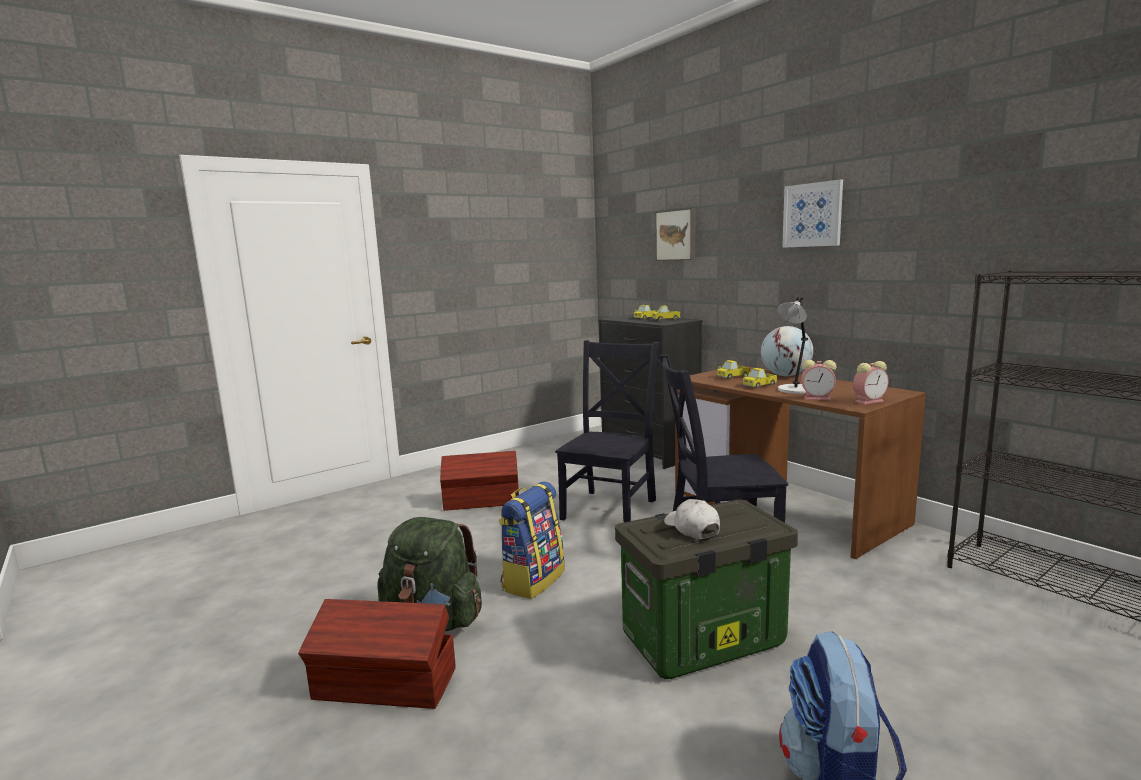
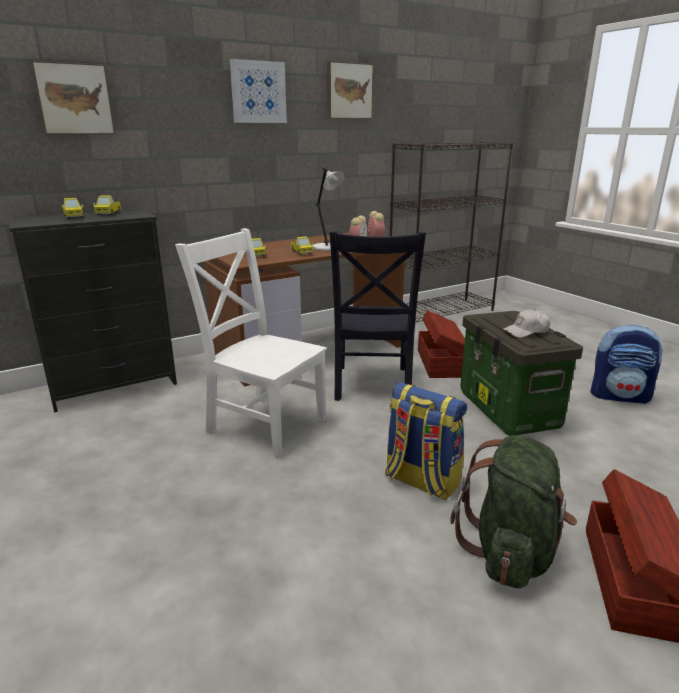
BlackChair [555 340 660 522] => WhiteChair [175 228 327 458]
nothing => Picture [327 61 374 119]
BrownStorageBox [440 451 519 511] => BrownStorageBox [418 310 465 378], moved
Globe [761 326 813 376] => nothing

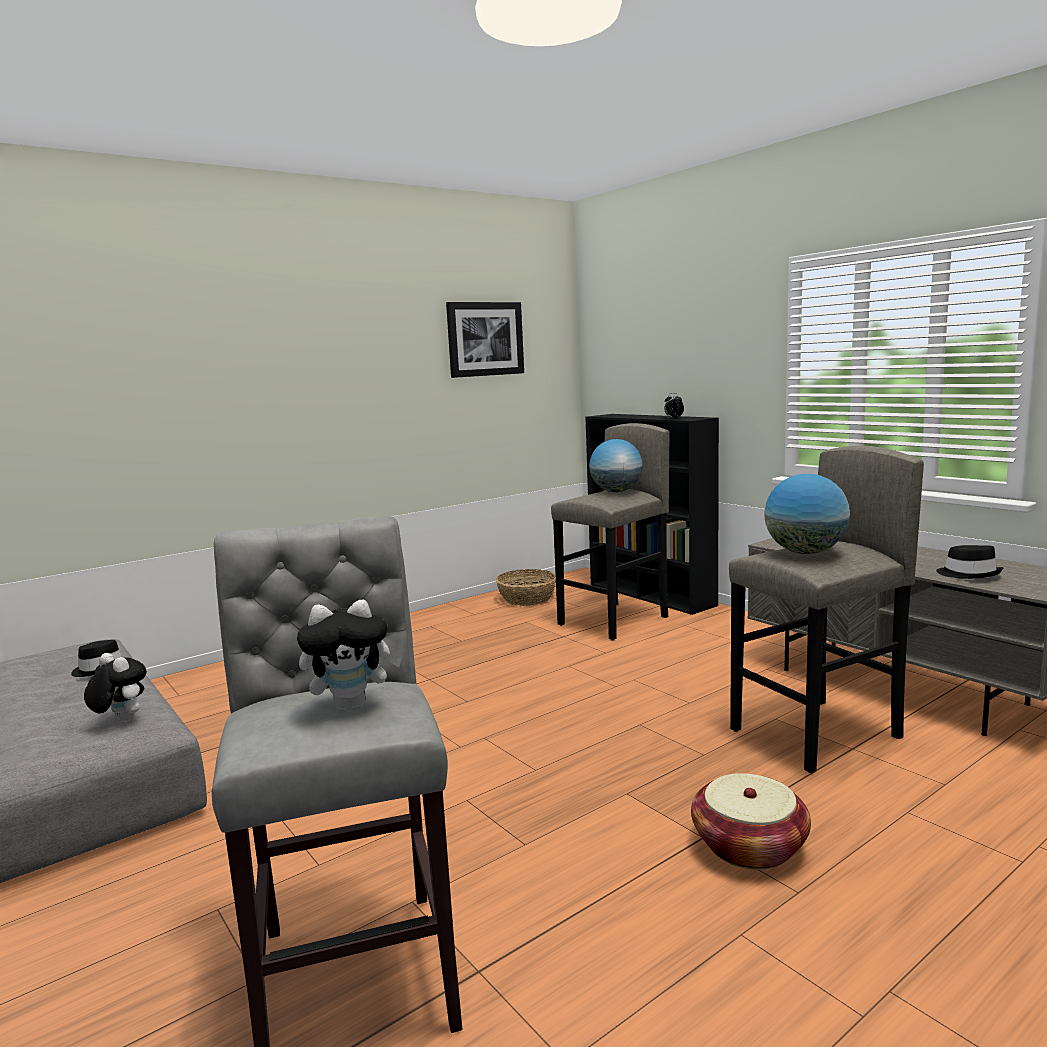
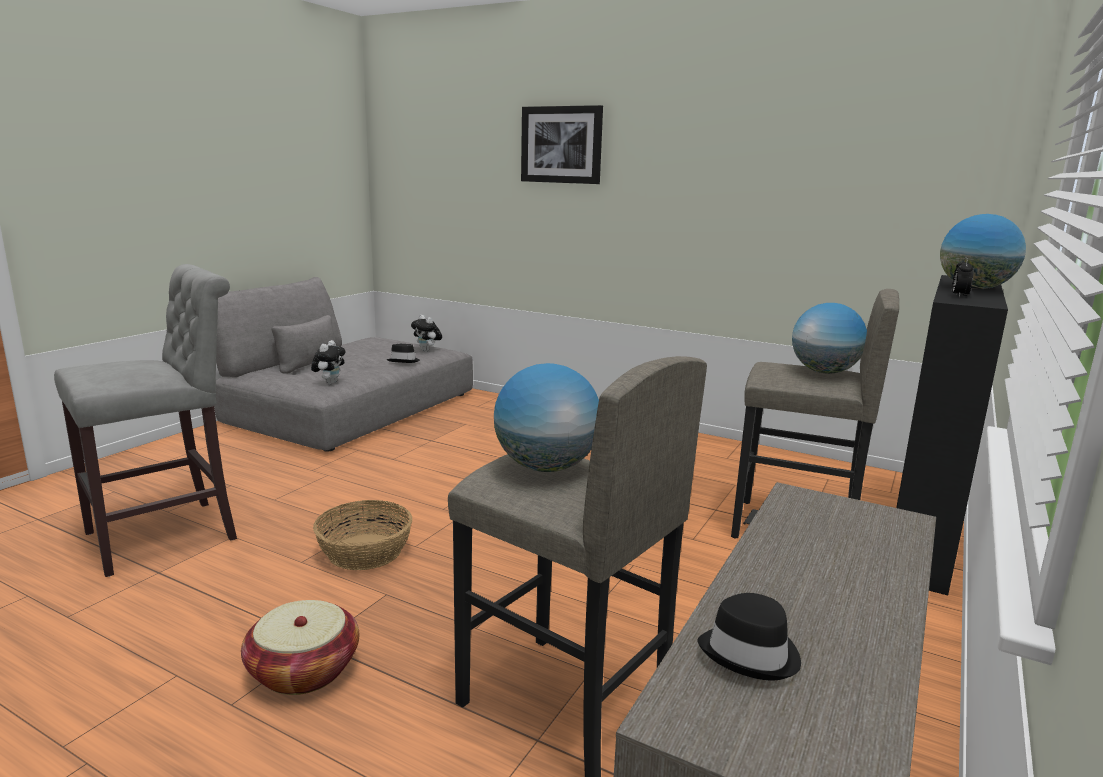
Basket [496 569 556 606] => Basket [313 500 413 570], moved
PlushToy [297 600 402 710] => PlushToy [411 315 442 352], moved
Picture [446 302 524 378] => Picture [521 105 603 184], moved
nothing => Globe [940 214 1026 289]

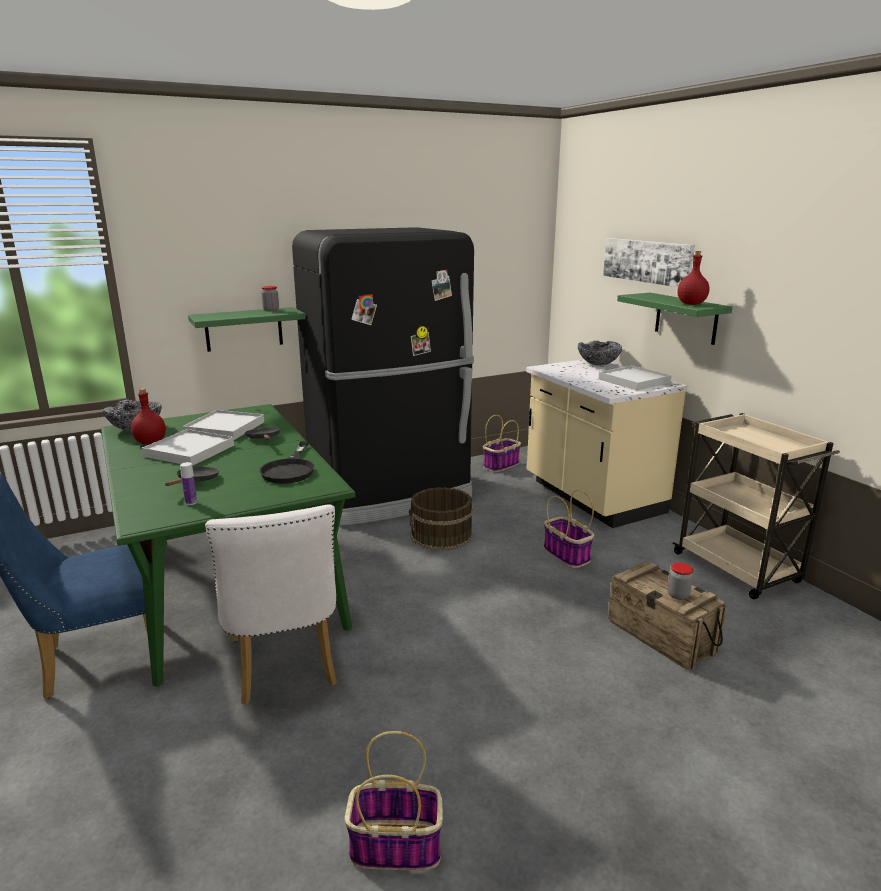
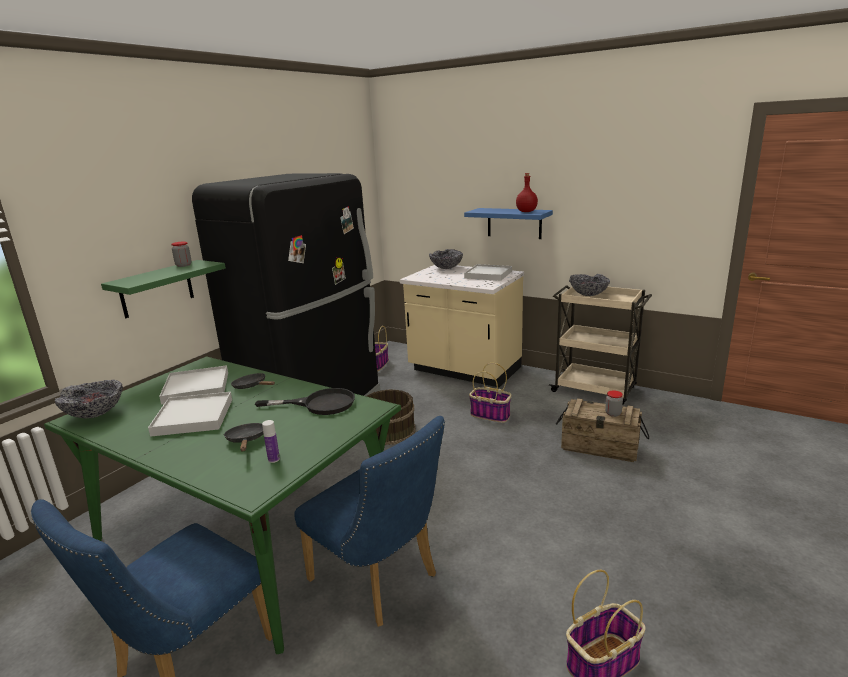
BlackFryingPan [259 441 315 484] => BlackFryingPan [255 388 355 415], 60 degrees counterclockwise
WhiteChair [205 504 337 704] => BlueChair [294 416 445 627]
GreenShelf [617 293 733 345] => BlueShelf [464 208 553 239]
nothing => Bowl [569 274 610 296]
RedBottle [131 388 166 445] => nothing
Picture [603 238 695 287] => nothing

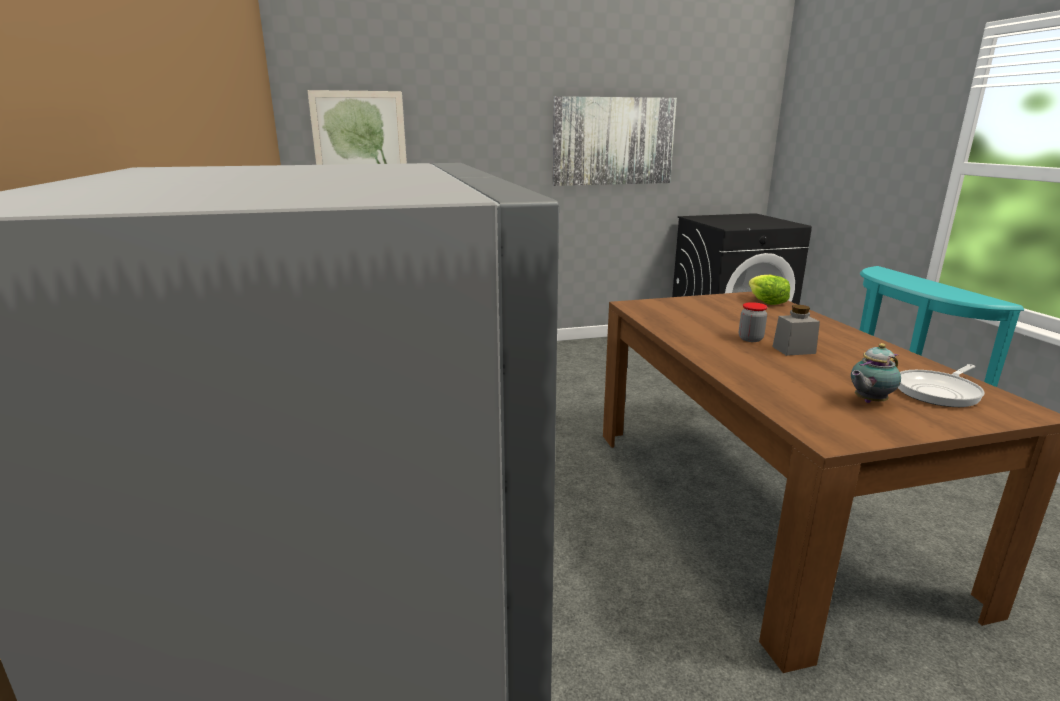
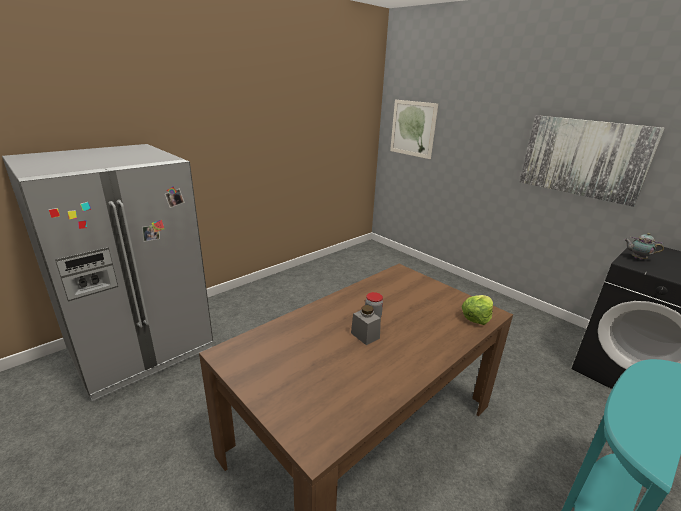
Teapot [851 343 901 403] => Teapot [624 233 664 260], moved
FryingPan [898 364 985 407] => nothing

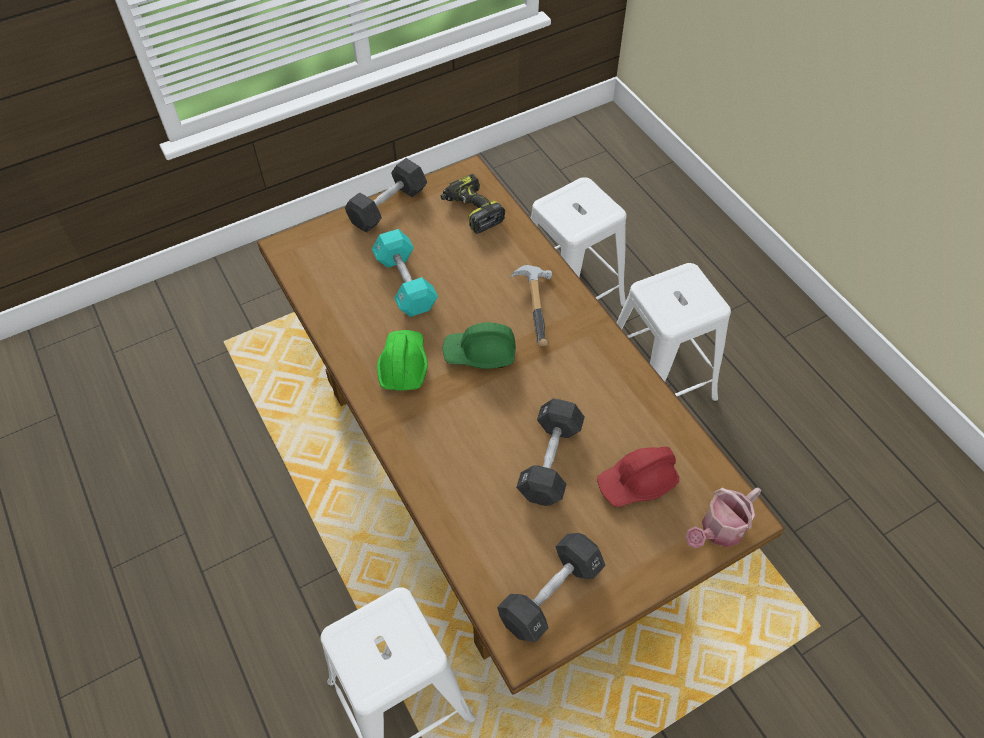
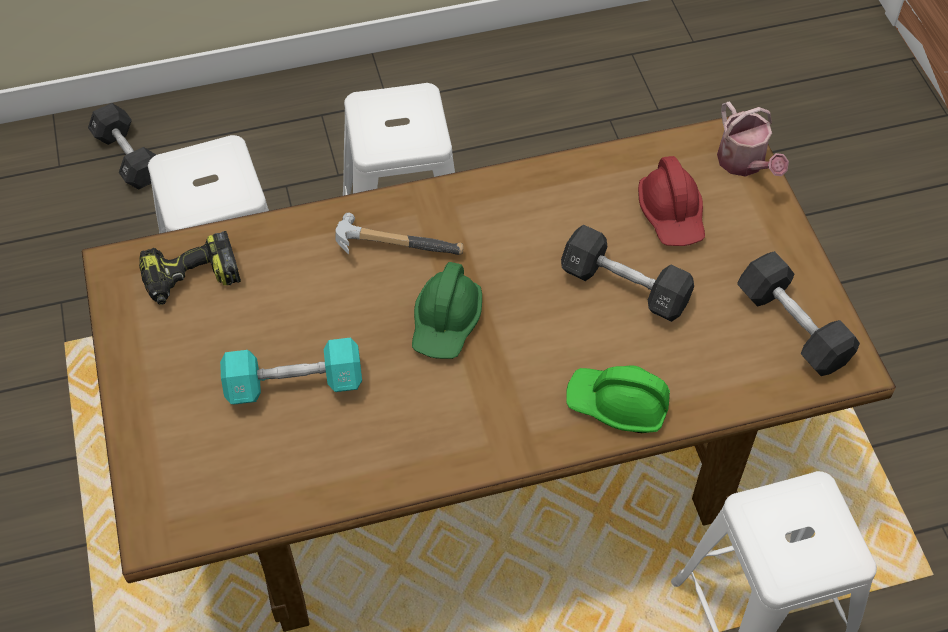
BlackDumbbell [345 158 427 233] => BlackDumbbell [88 103 156 189], moved
GreenHardHat [377 330 428 391] => GreenHardHat [566 365 670 433], moved

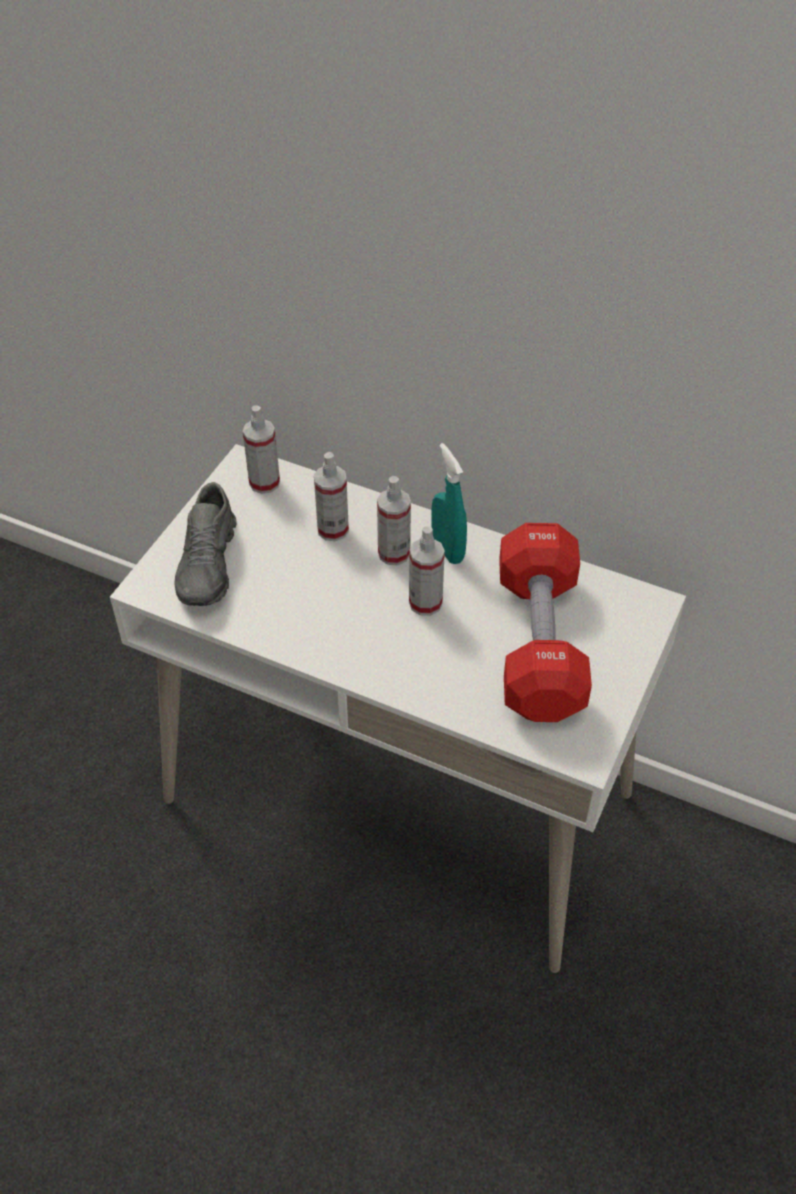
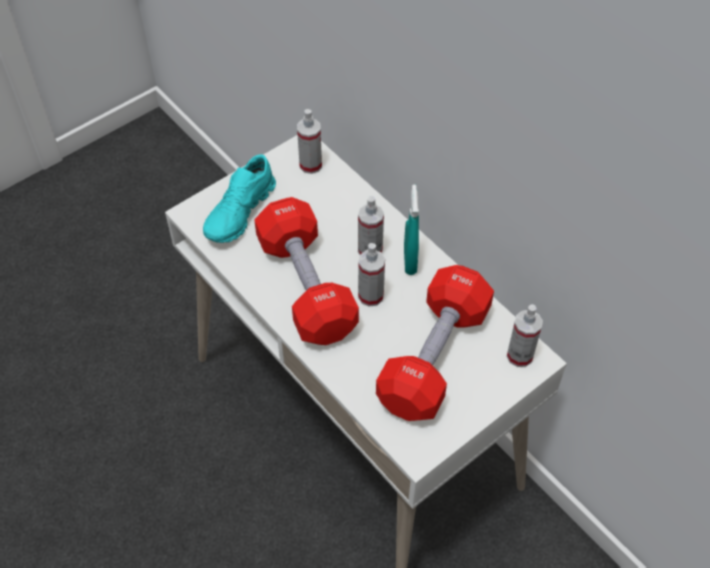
GreyShoe [174 482 237 606] => TurquoiseShoe [203 154 276 243]
nothing => RedDumbbell [254 197 359 345]
SprayBottle [314 452 349 541] => SprayBottle [507 304 543 367], moved

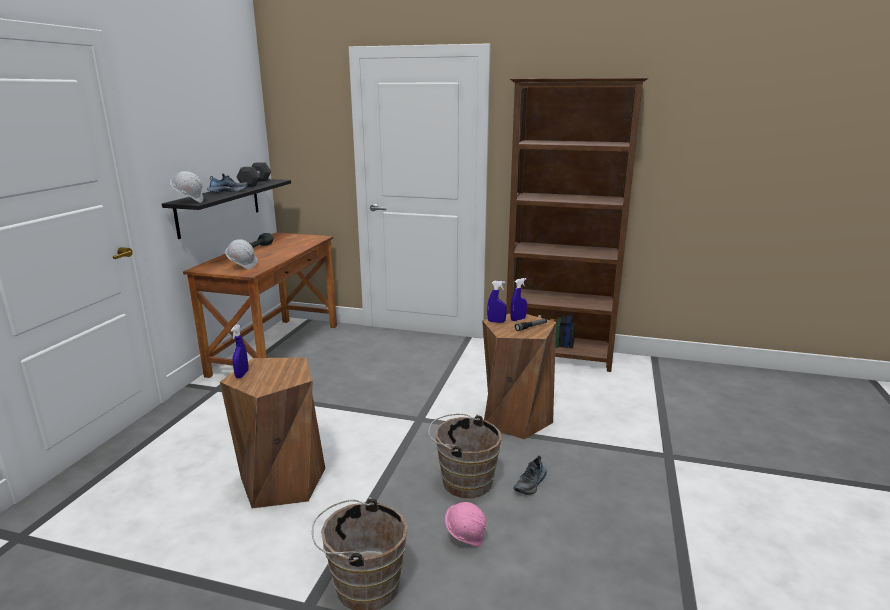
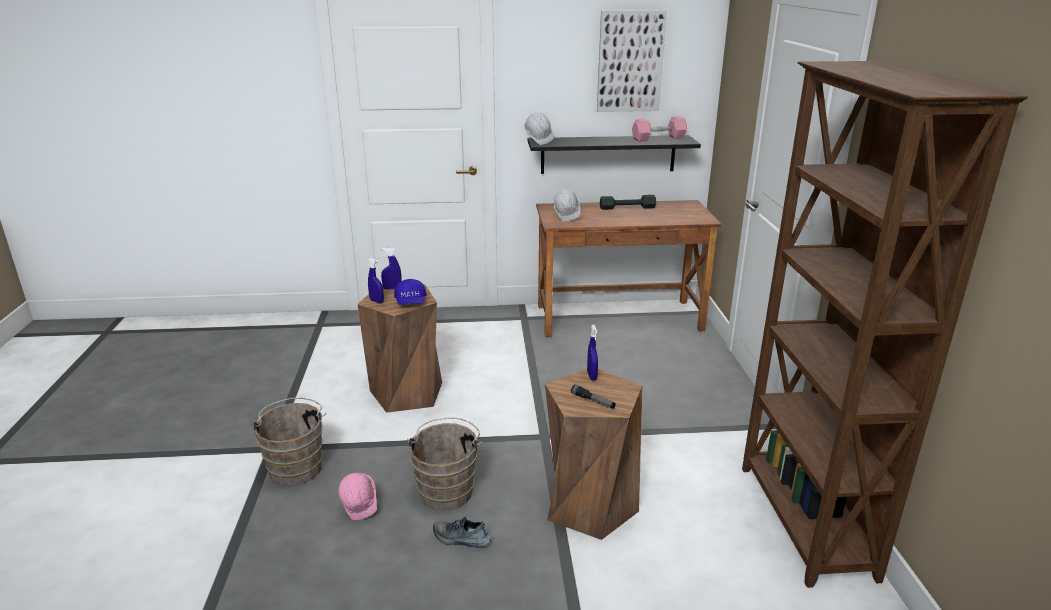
BlueSprayBottle [510 278 527 321] => BlueSprayBottle [368 258 384 304], moved
nothing => BlueCap [394 279 427 305]
nothing => Picture [597 10 667 112]
BlackDumbbell [236 163 271 187] => PinkDumbbell [632 116 687 142]
Shoe [207 174 248 192] => nothing

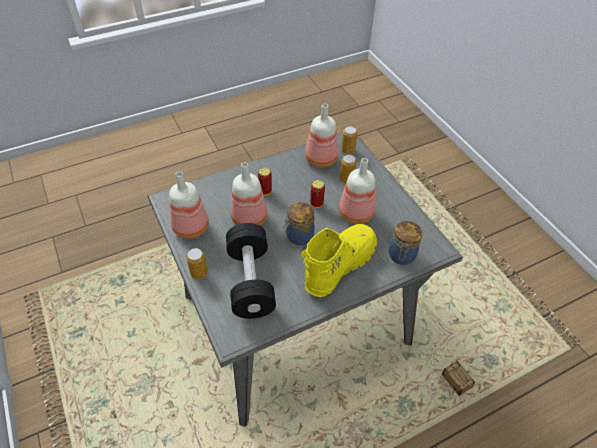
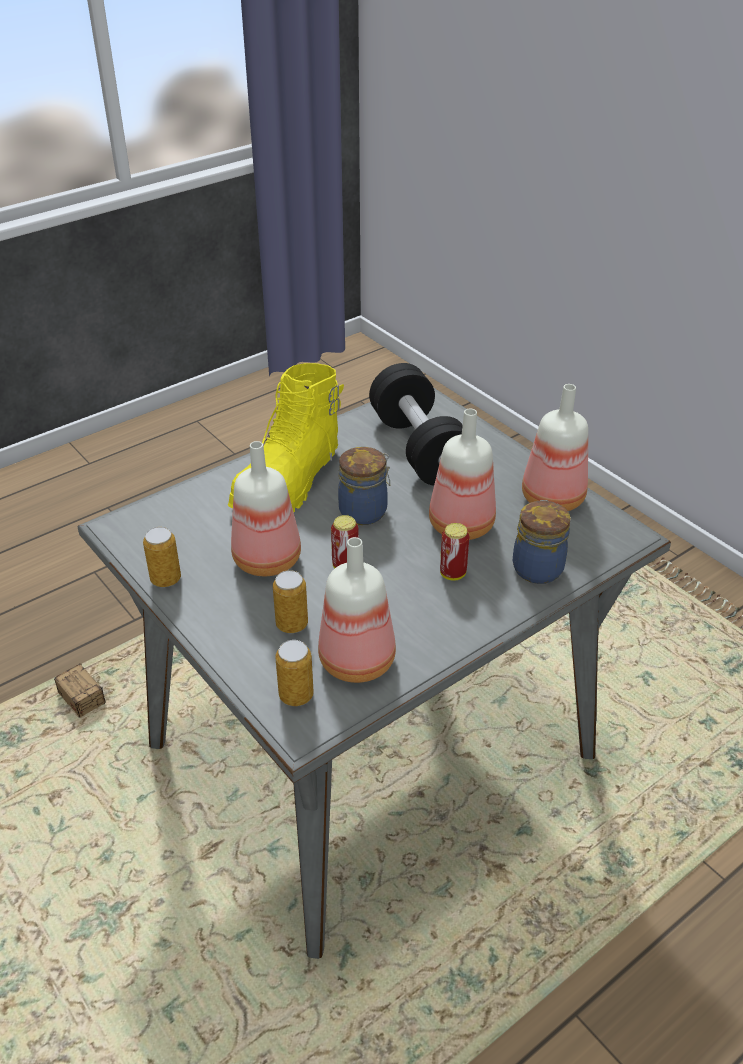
Can [186 248 208 279] => Can [143 527 181 587], moved
Jar [389 221 422 265] => Jar [513 500 571 584], moved

